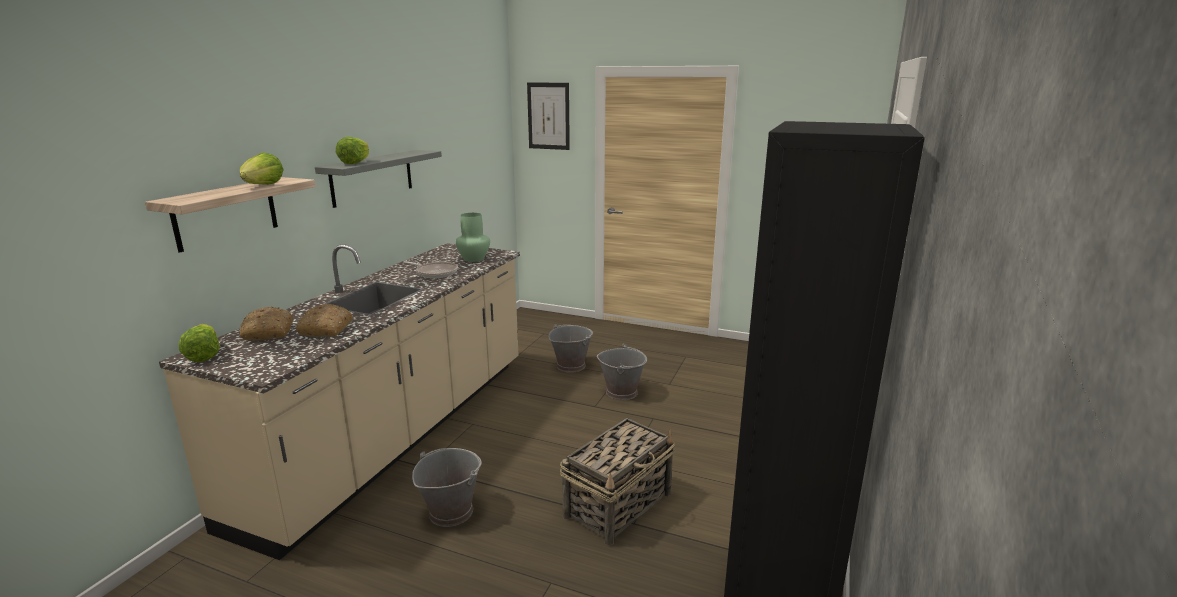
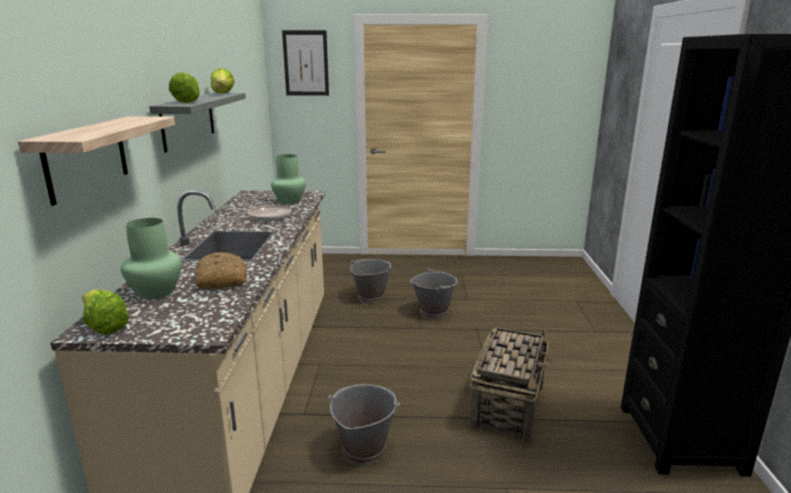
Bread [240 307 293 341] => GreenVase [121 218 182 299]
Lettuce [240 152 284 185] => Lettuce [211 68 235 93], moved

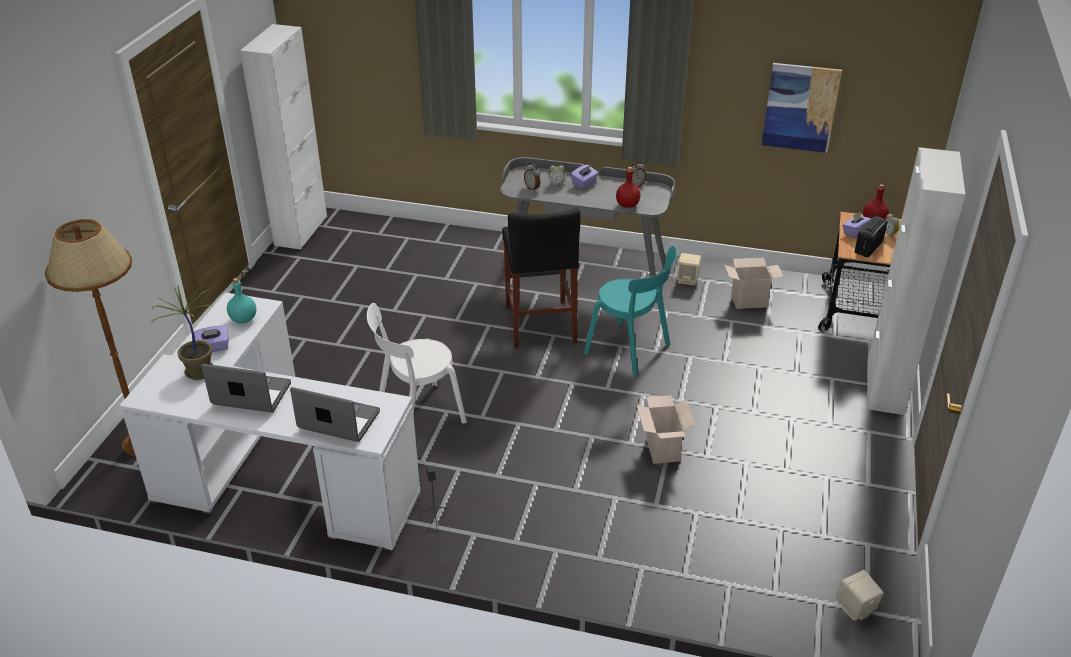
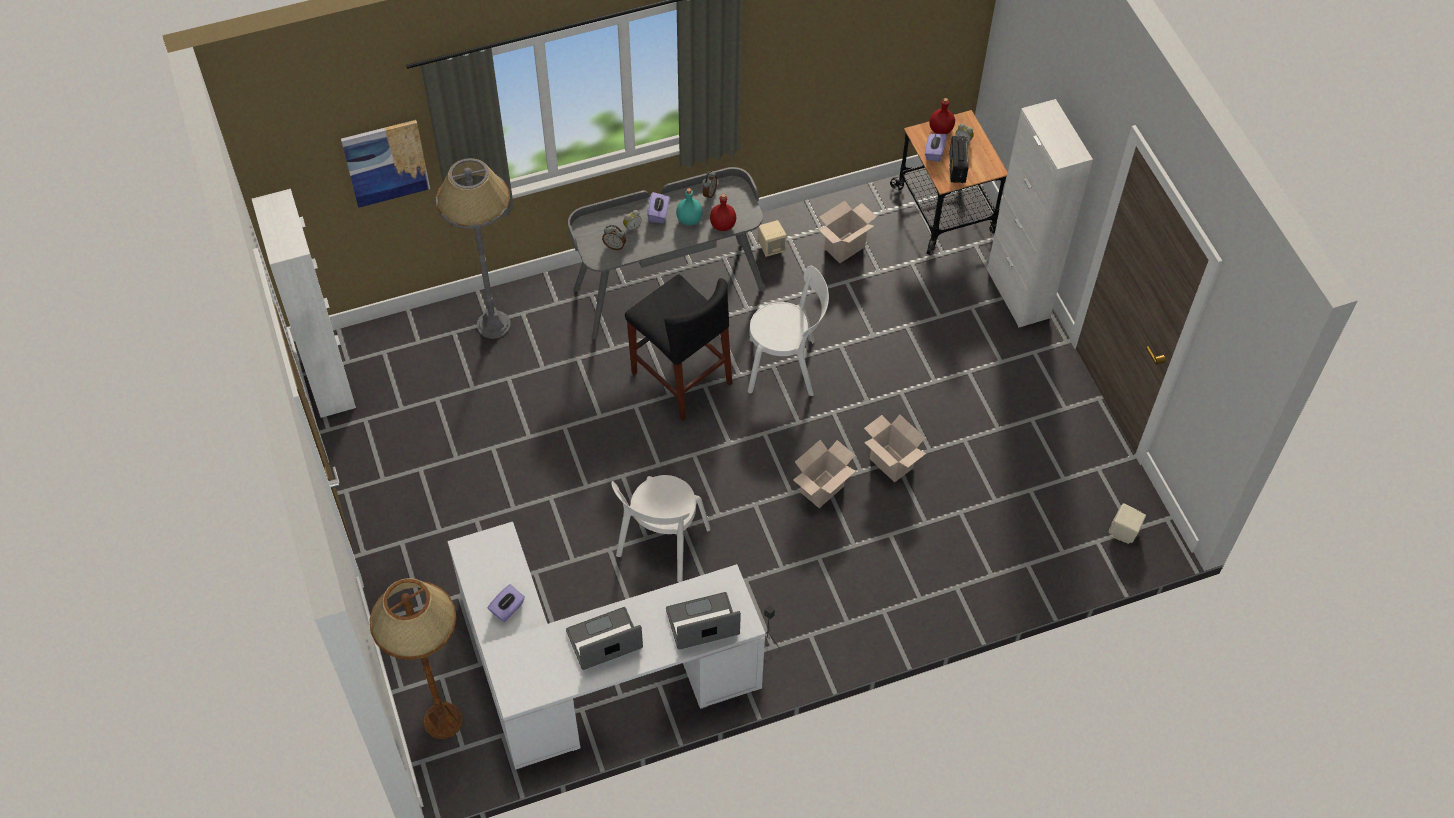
Picture [762 63 842 153] => Picture [341 120 430 208], moved
nothing => GreyFloorLamp [436 158 511 339]
TurquoiseBottle [227 278 256 324] => TurquoiseBottle [676 188 703 225], moved
TurquoiseChair [584 246 677 377] => WhiteChair [748 265 829 396]
nothing => CardboardBox [793 439 856 508]
PottedPlant [151 286 213 380] => nothing

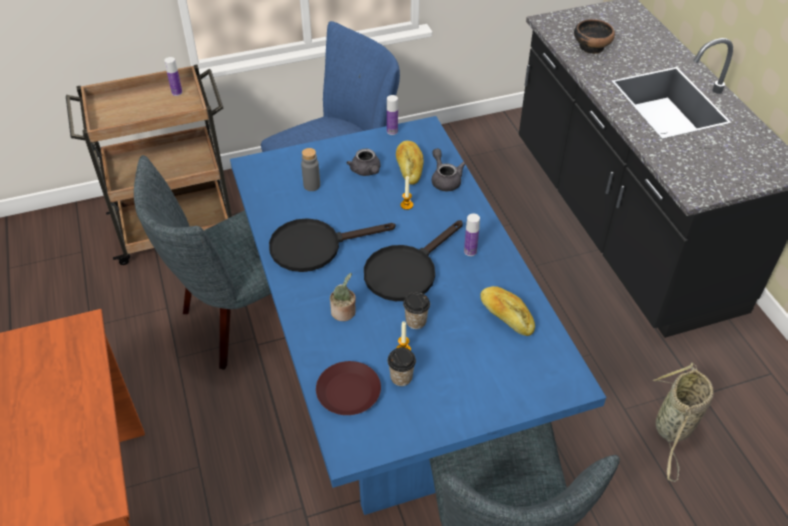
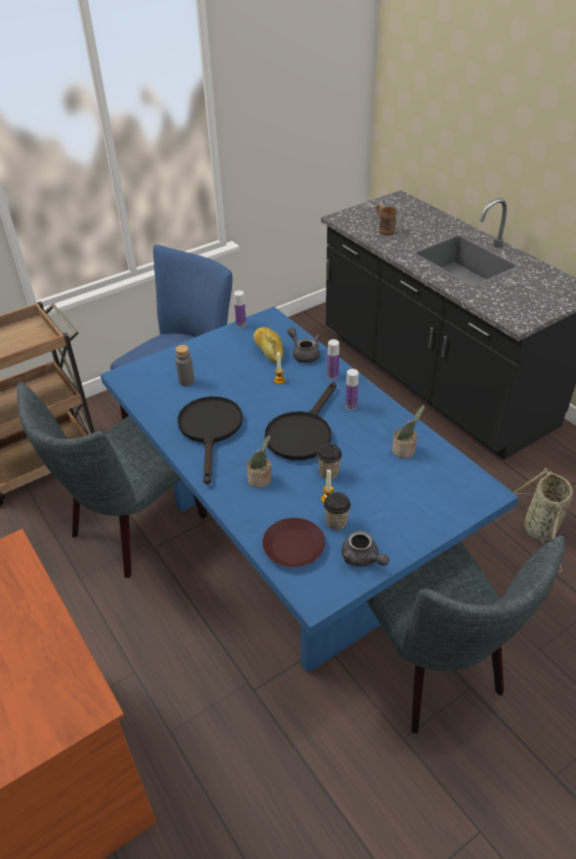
BlackFryingPan [269 218 396 272] => BlackFryingPan [177 396 243 485], 120 degrees clockwise
Bottle [164 57 183 96] => Bottle [327 339 339 379], moved
GreyTeapot [347 149 381 176] => GreyTeapot [341 531 389 567], moved
Bowl [574 19 615 54] => BrownMug [376 204 397 236]
Bread [480 286 535 336] => PottedPlant [392 405 425 458]

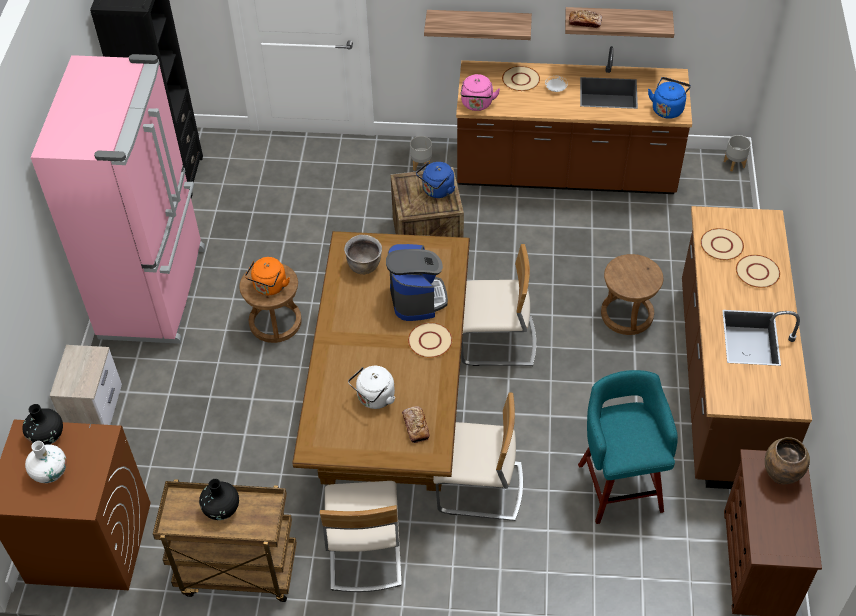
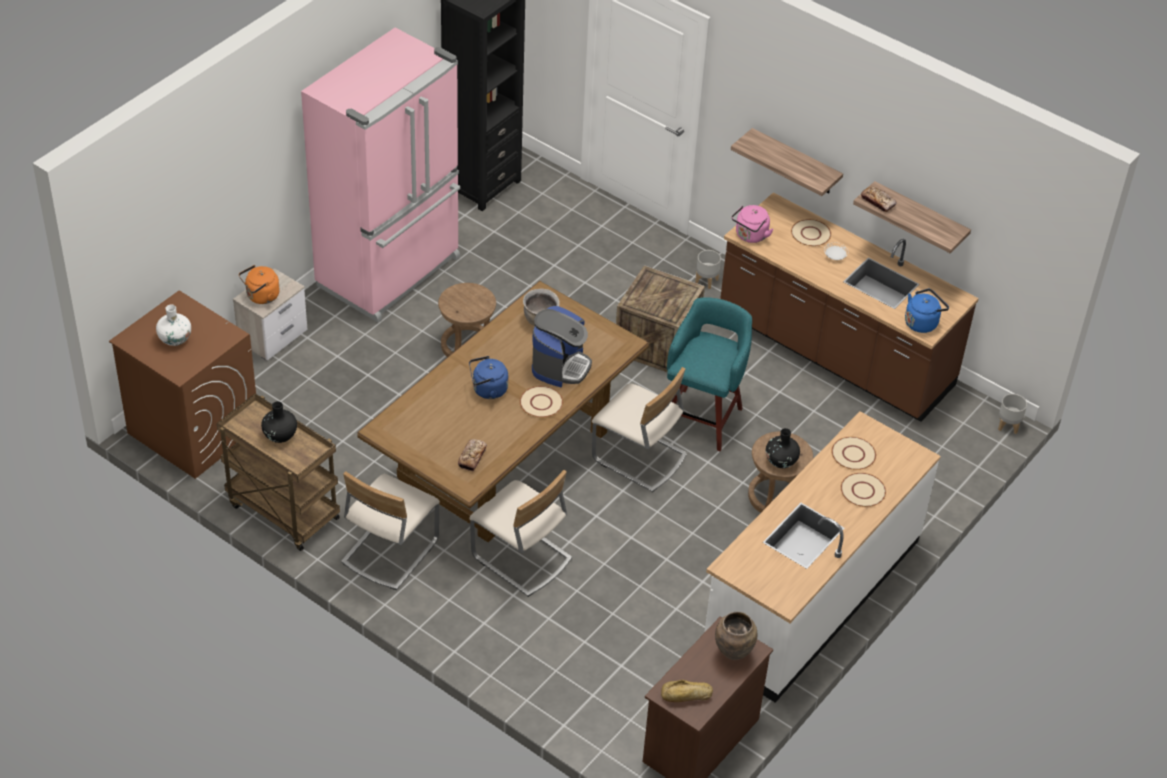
OrangeKettle [245 257 290 295] => OrangeKettle [239 265 280 304], moved
BlueKettle [416 162 455 198] => BlueKettle [469 356 508 399], moved
nothing => Bread [661 680 713 702]
TurquoiseStool [578 370 678 524] => TurquoiseStool [667 297 752 451], moved
BrownCounter [682 206 812 489] => WhiteCounter [704 411 941 703]
BlackVase [22 404 63 445] => BlackVase [766 428 800 468], moved
WhiteKettle [348 366 395 409] => nothing

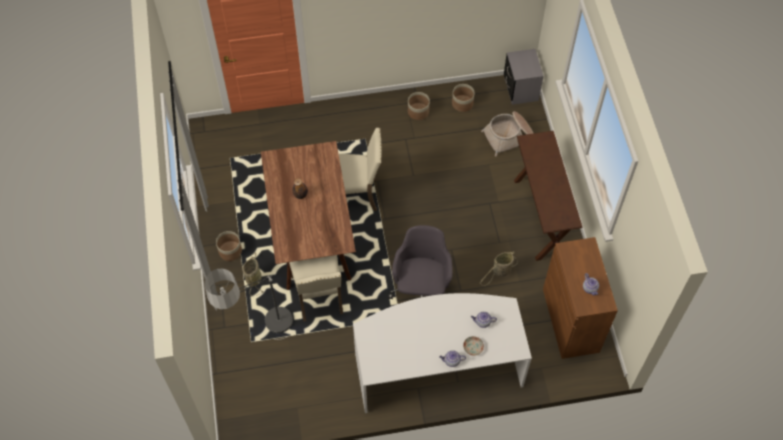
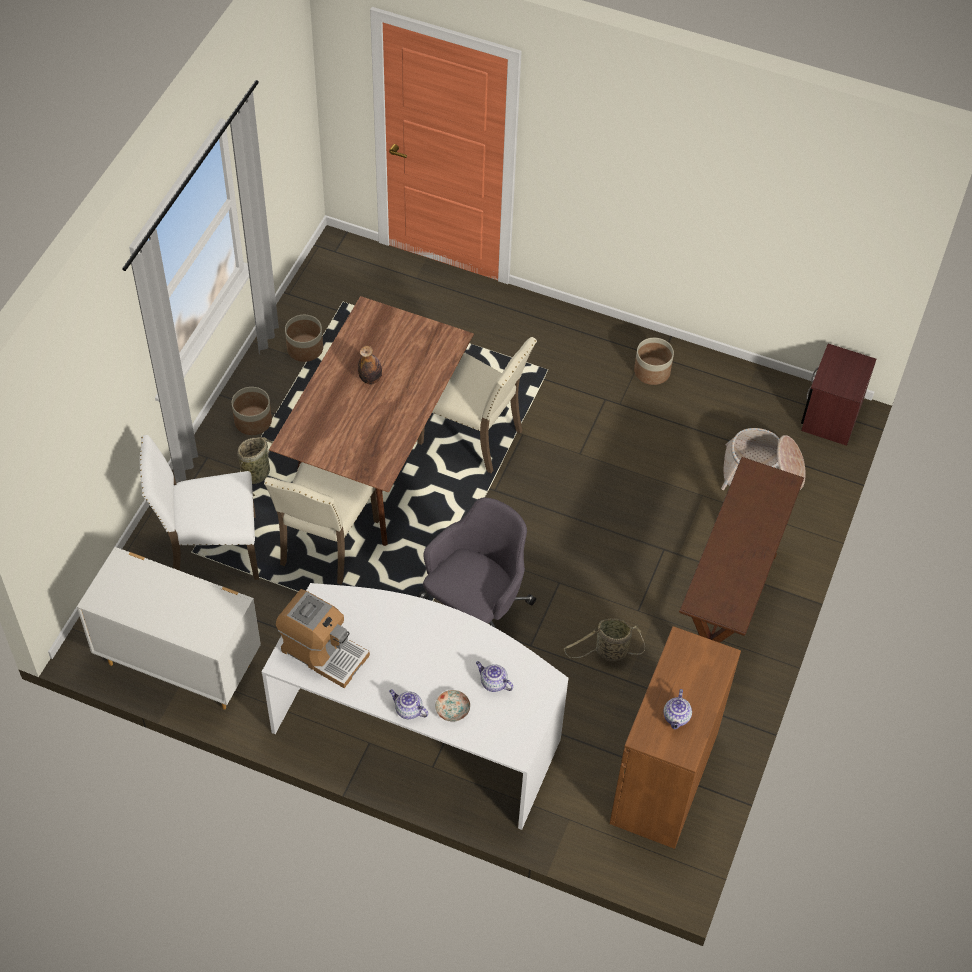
nothing => WhiteDresser [77 547 261 710]
FloorLamp [205 268 293 340] => WhiteChair [140 435 259 580]
nothing => CoffeeMachine [276 589 370 688]
Planter [452 84 475 112] => Planter [285 315 323 362], moved
GreyNightstand [504 49 544 105] => BrownNightstand [801 344 876 446]

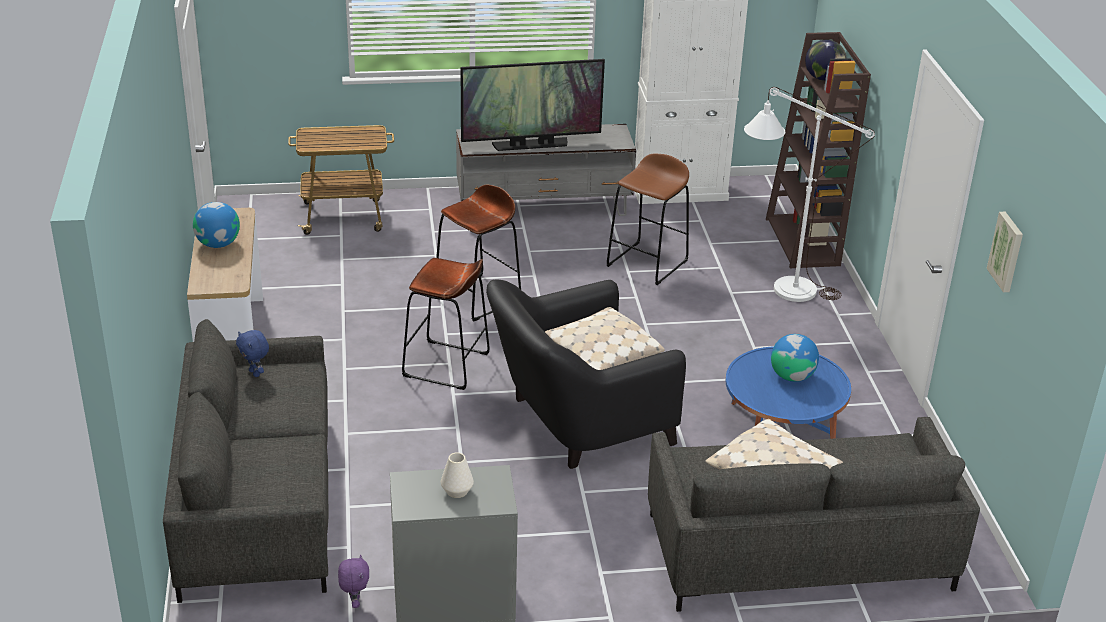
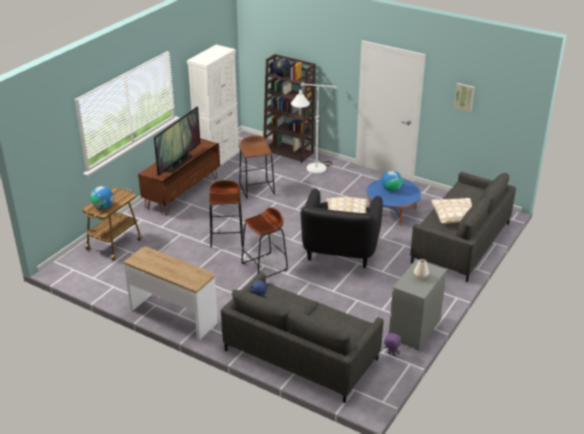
Globe [193 202 240 248] => Globe [90 186 114 209], moved
GreyTvStand [456 124 636 216] => BrownTvStand [138 138 220 216]

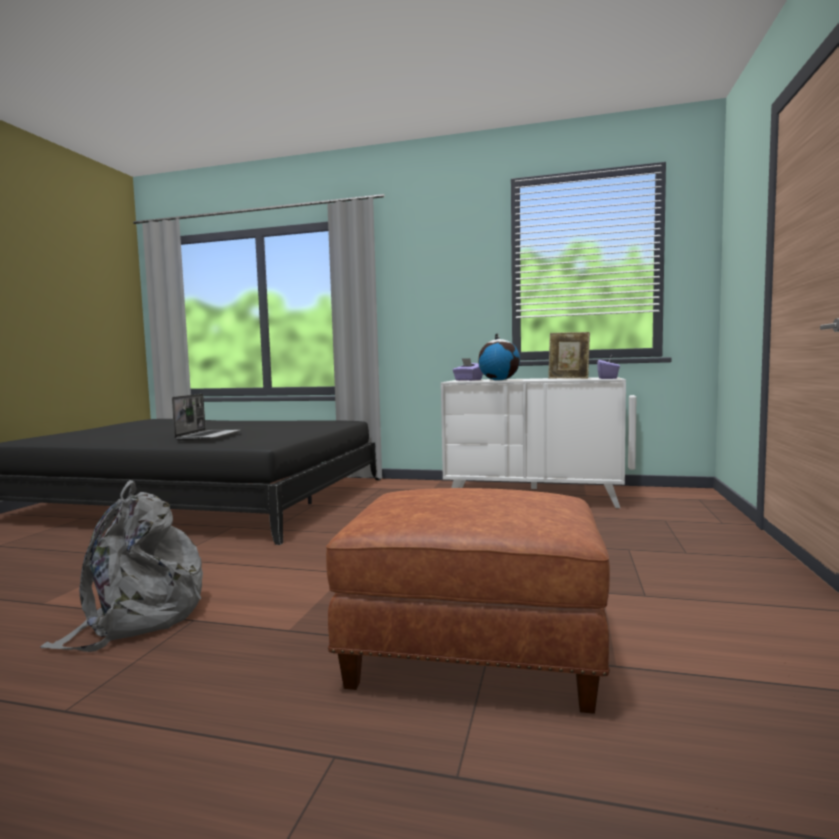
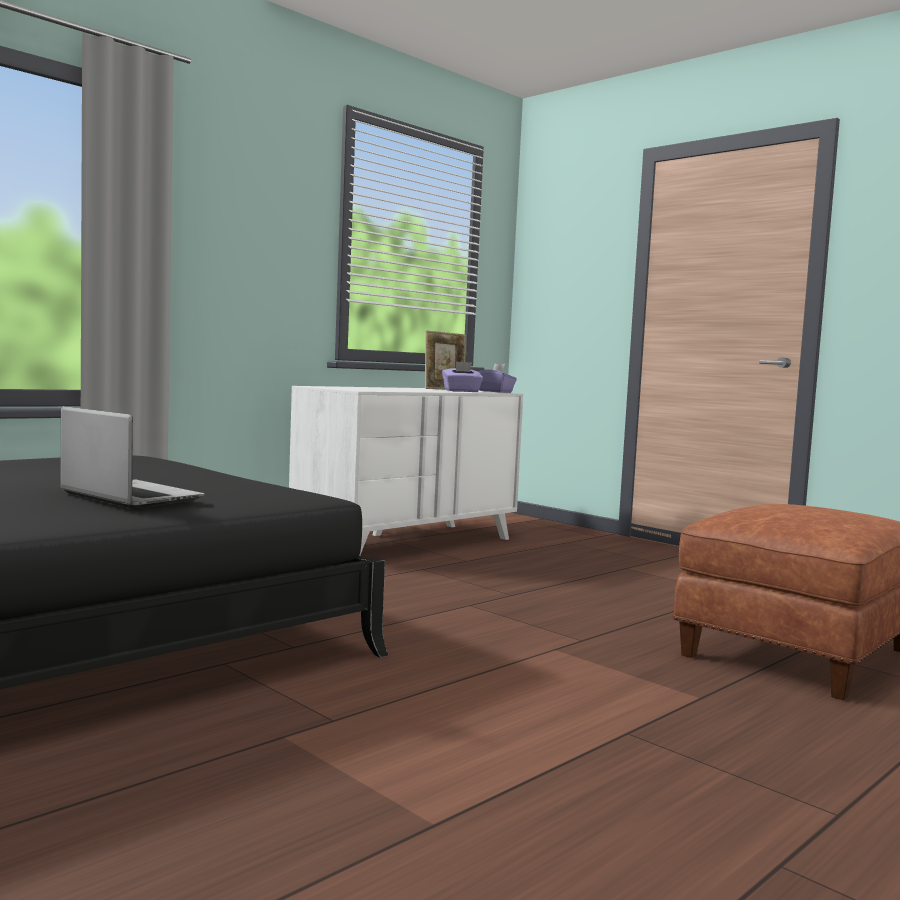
PurpleTissueBox [453 358 483 381] => PurpleTissueBox [442 361 483 392], moved
GreyBackpack [40 480 203 652] => nothing
Globe [478 333 520 381] => nothing

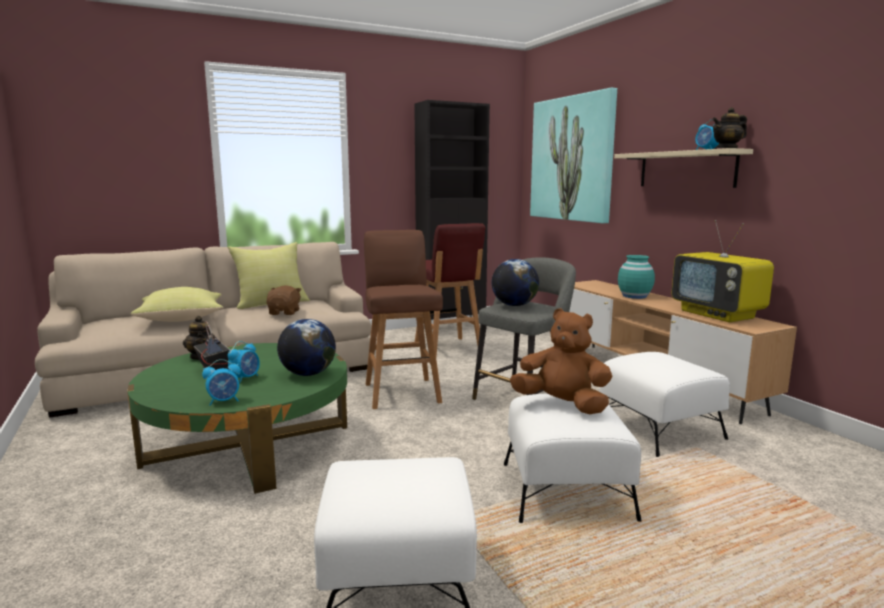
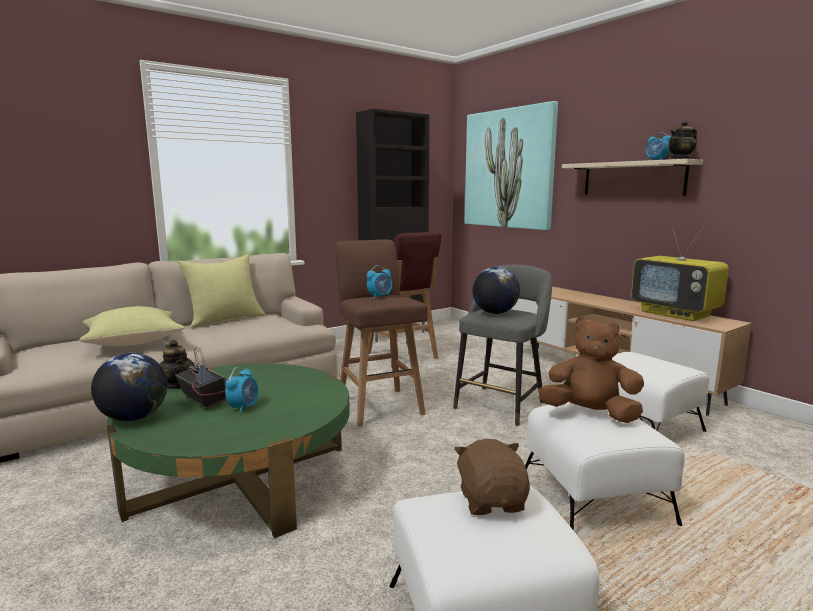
Globe [277 319 336 376] => Globe [91 353 168 421], moved
AlarmClock [202 359 241 406] => AlarmClock [367 265 392 299], moved
BrownPlushToy [266 285 302 315] => BrownPlushToy [454 439 530 515], moved
TurquoiseVase [618 255 655 299] => nothing

